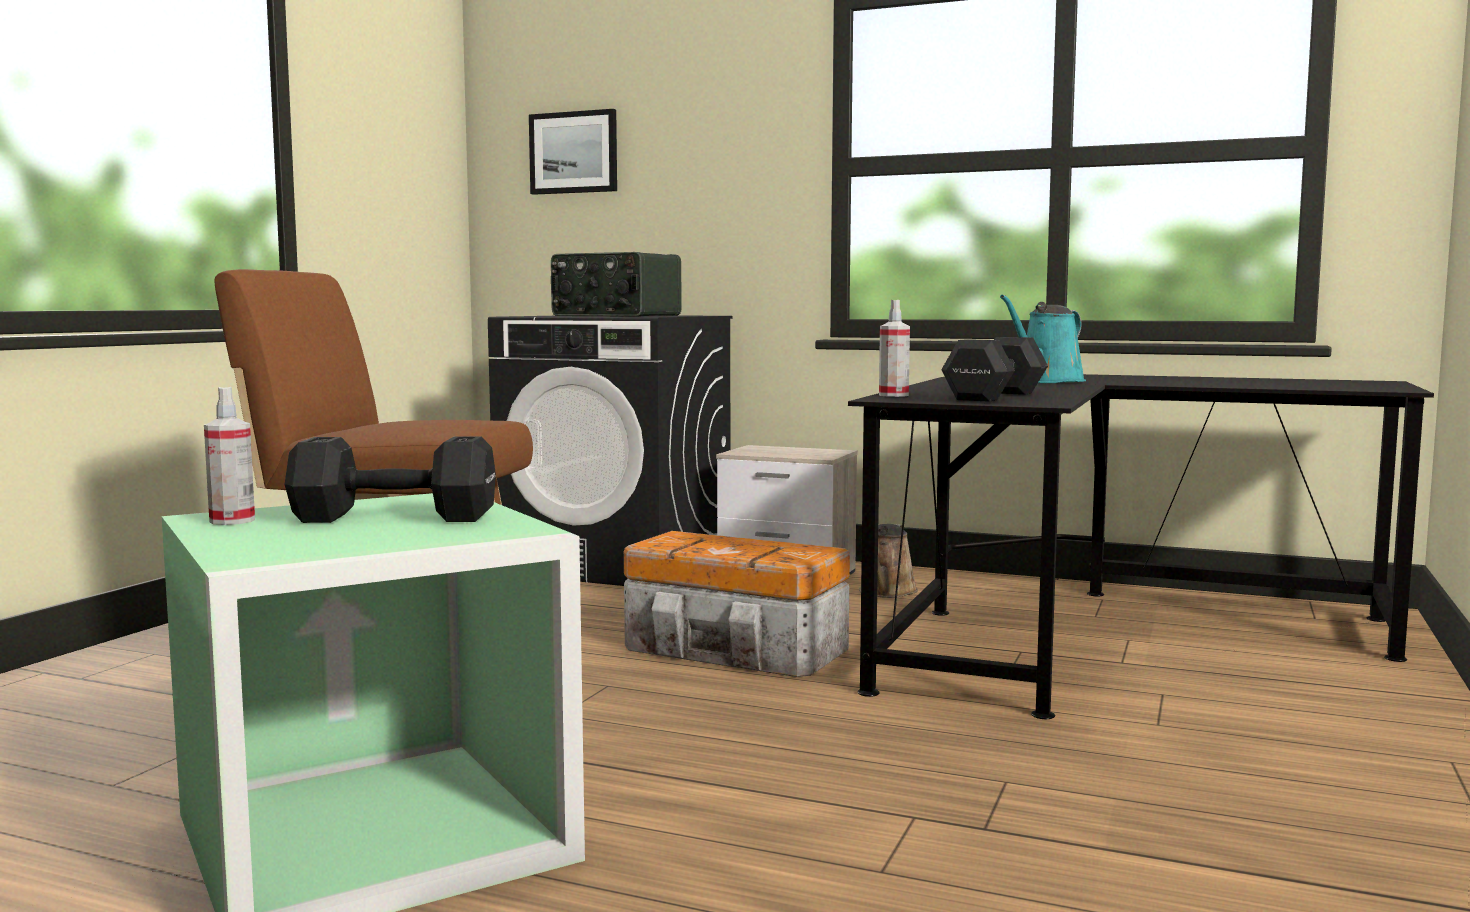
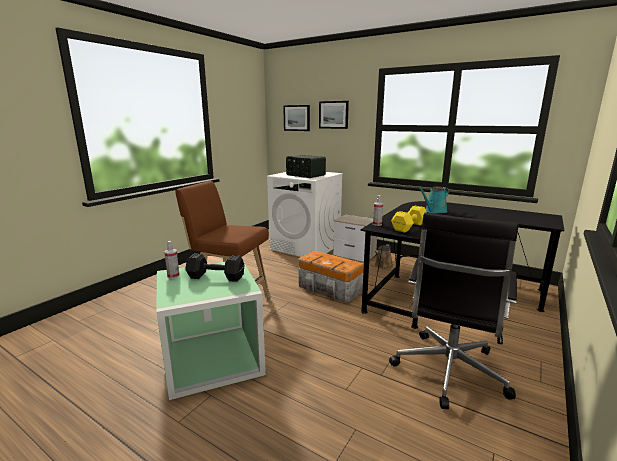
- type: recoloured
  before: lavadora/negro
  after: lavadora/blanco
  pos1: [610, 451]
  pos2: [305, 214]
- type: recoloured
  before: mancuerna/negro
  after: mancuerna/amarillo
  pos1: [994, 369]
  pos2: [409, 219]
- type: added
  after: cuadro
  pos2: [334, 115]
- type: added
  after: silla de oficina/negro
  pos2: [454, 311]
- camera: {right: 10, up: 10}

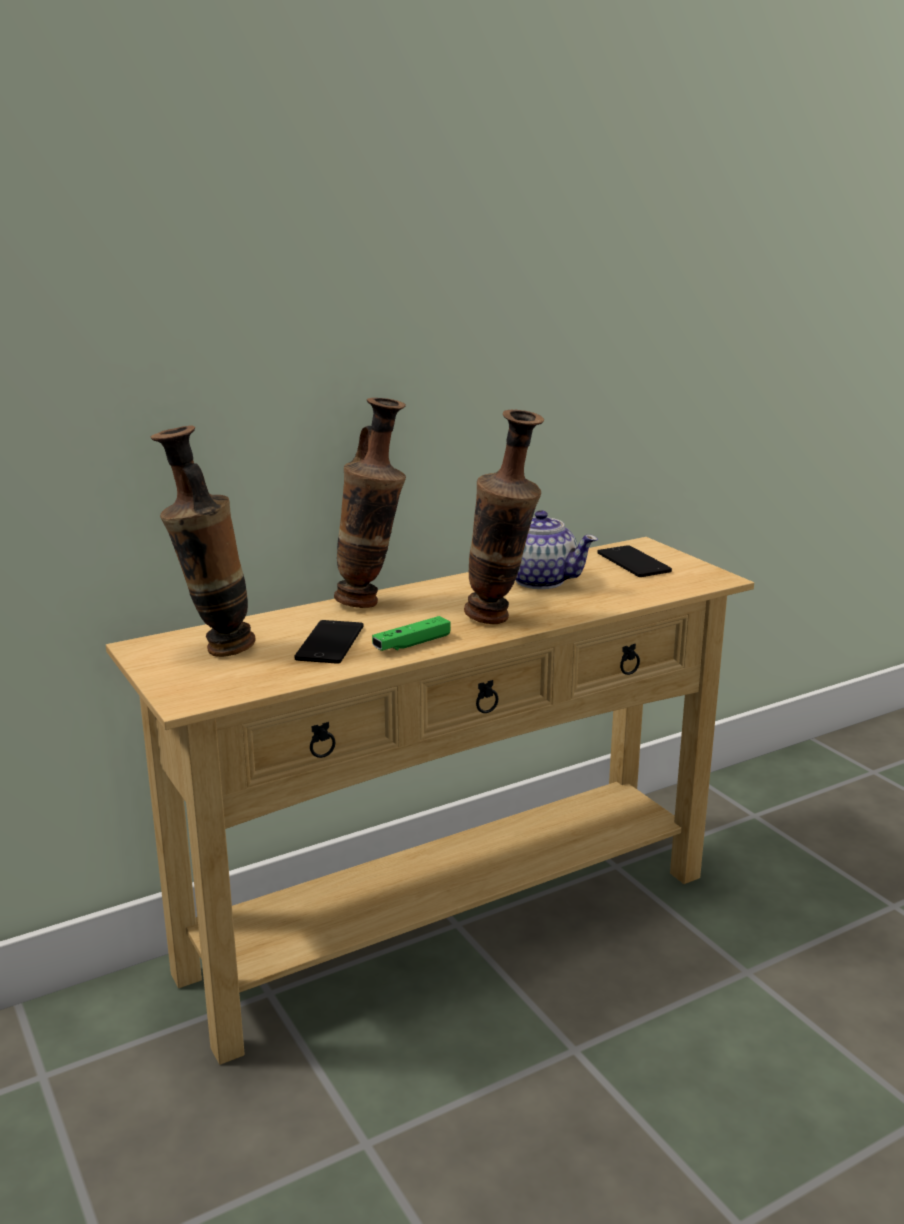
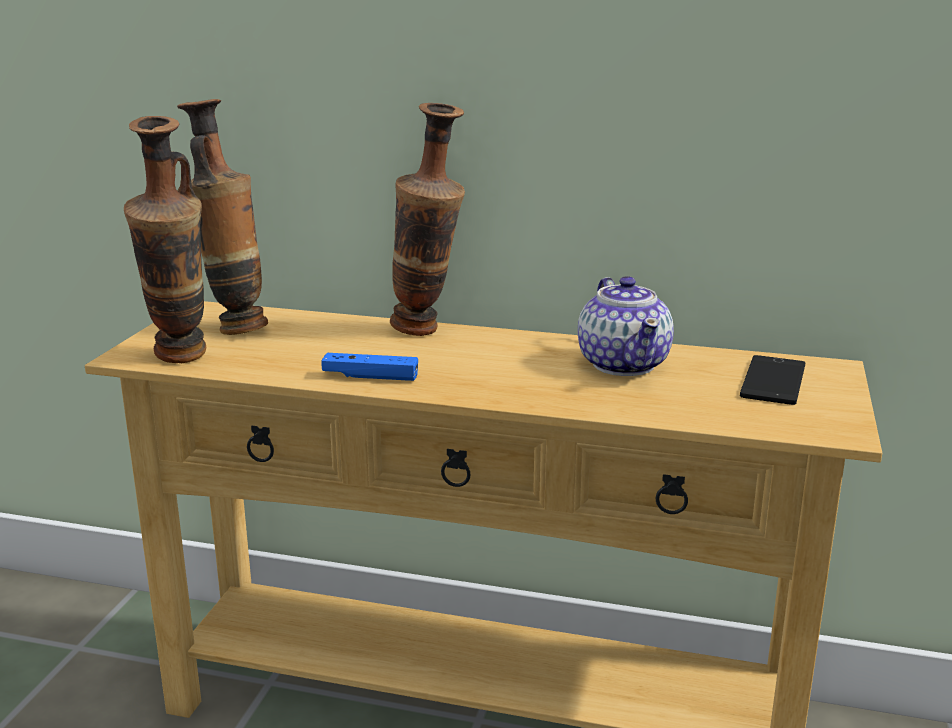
- type: removed
  before: móvil
  pos1: [329, 641]
- type: recoloured
  before: mando de consola/verde
  after: mando de consola/azul
  pos1: [411, 633]
  pos2: [369, 367]
- type: moved
  before: florero
  pos1: [504, 517]
  pos2: [165, 239]
- camera: {right: 45, up: 0}

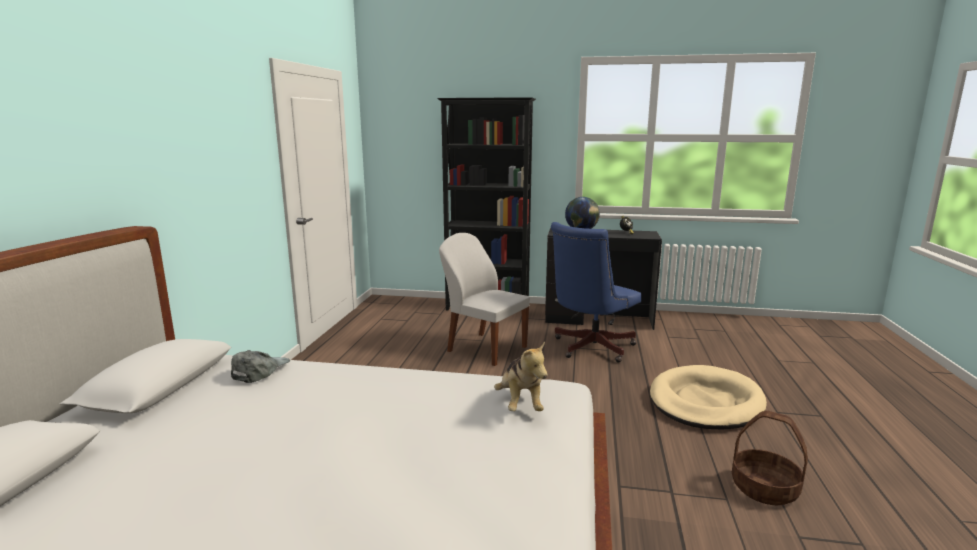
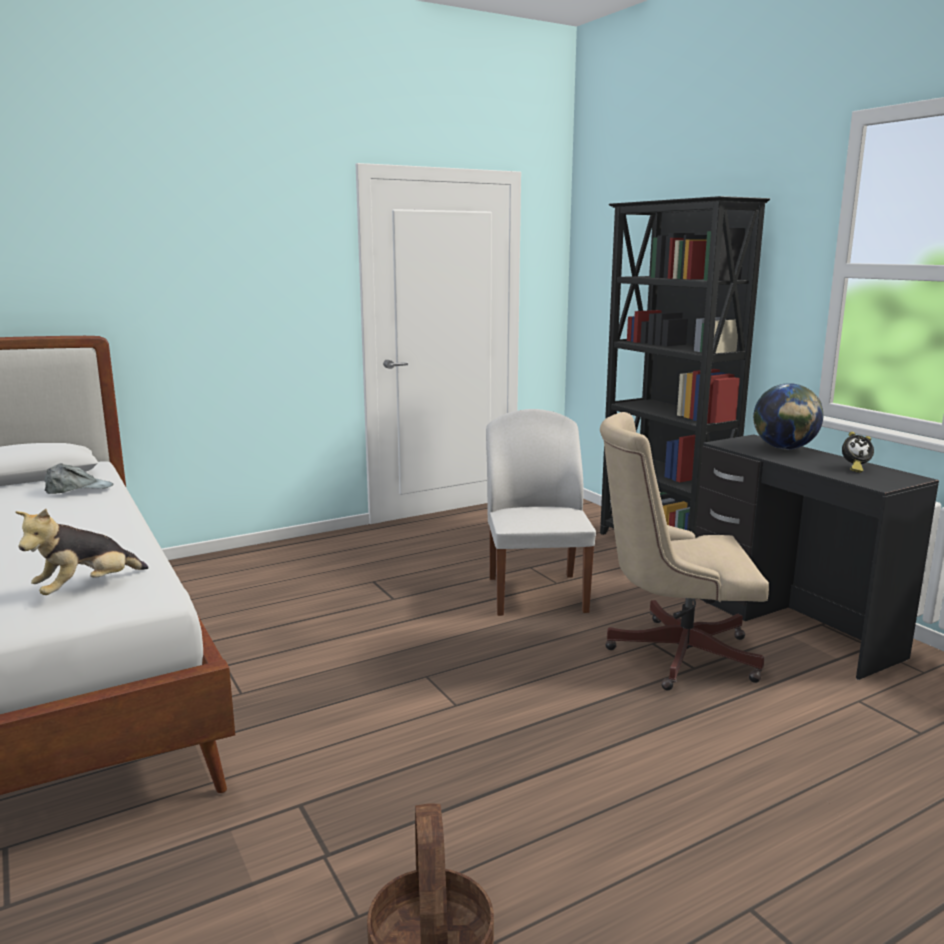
- type: recoloured
  before: silla de oficina/azul
  after: silla de oficina/beis
  pos1: [596, 292]
  pos2: [684, 551]
- type: removed
  before: cama para perro/beis
  pos1: [708, 397]
- camera: {right: 50, up: 0}

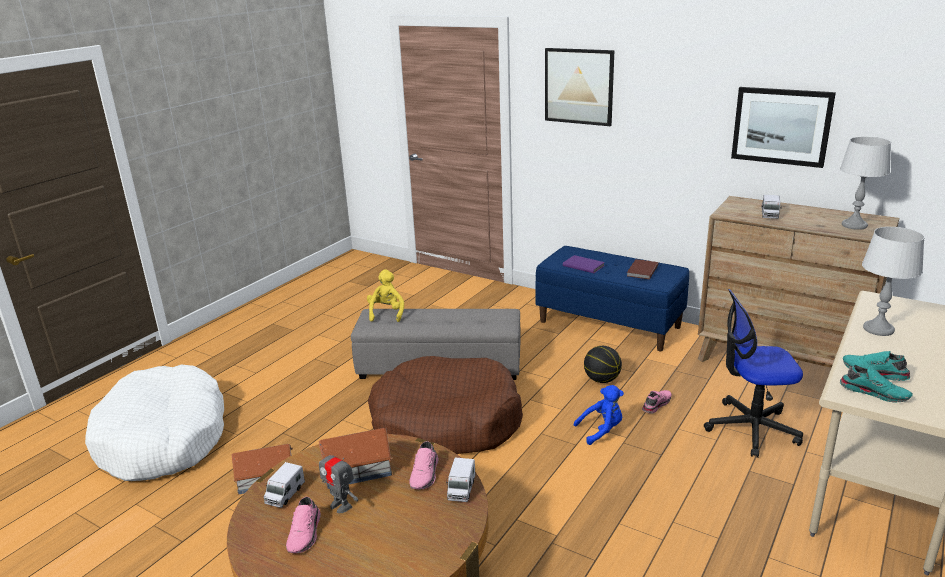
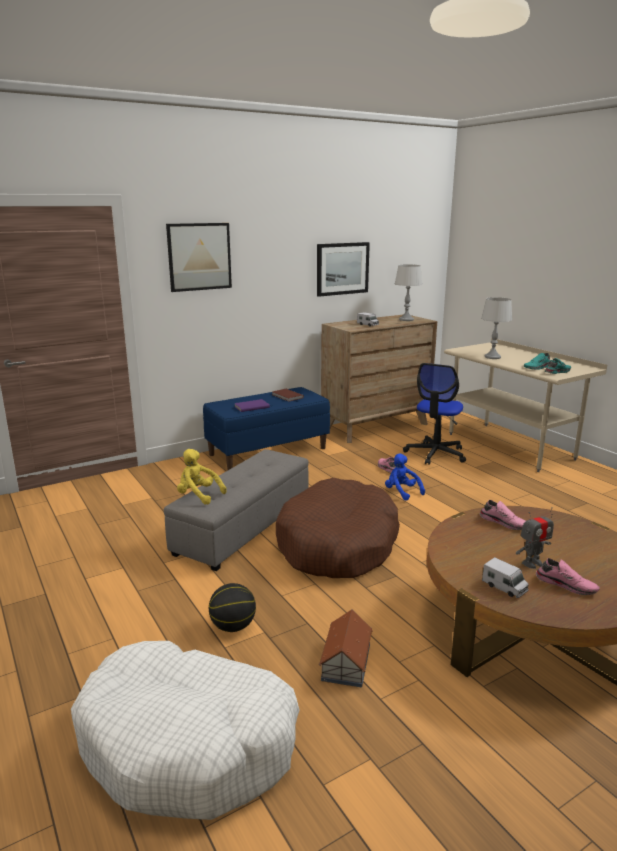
- type: removed
  before: casita
  pos1: [356, 458]
- type: removed
  before: camión de juguete
  pos1: [461, 480]
- type: turned
  before: peluche/azul
  pos1: [599, 415]
  pos2: [405, 477]
  turn: -45
- type: moved
  before: balón de baloncesto
  pos1: [603, 364]
  pos2: [232, 607]
- camera: {right: -65, up: -5}

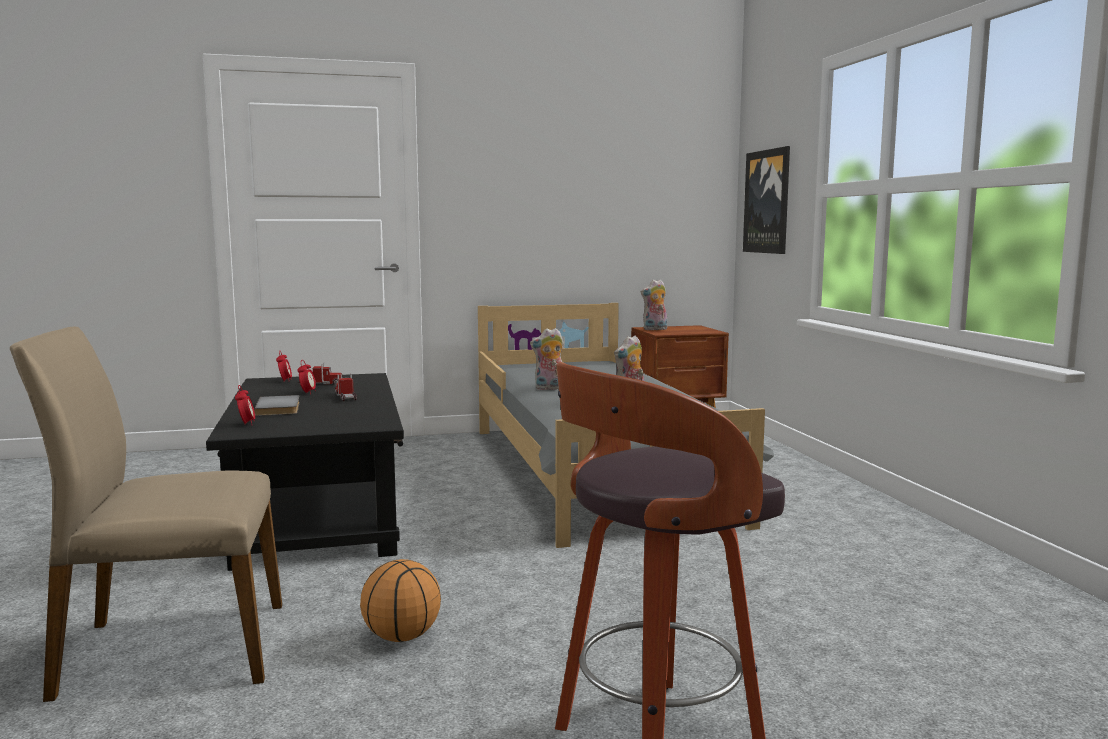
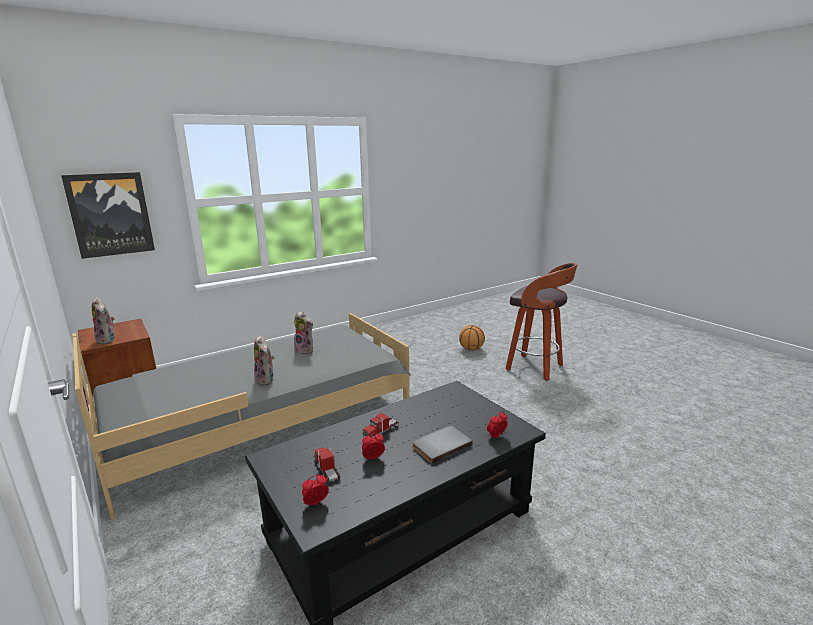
- type: removed
  before: silla/beis
  pos1: [146, 514]
- type: moved
  before: balón de baloncesto
  pos1: [400, 600]
  pos2: [472, 338]
- camera: {right: -110, up: 10}

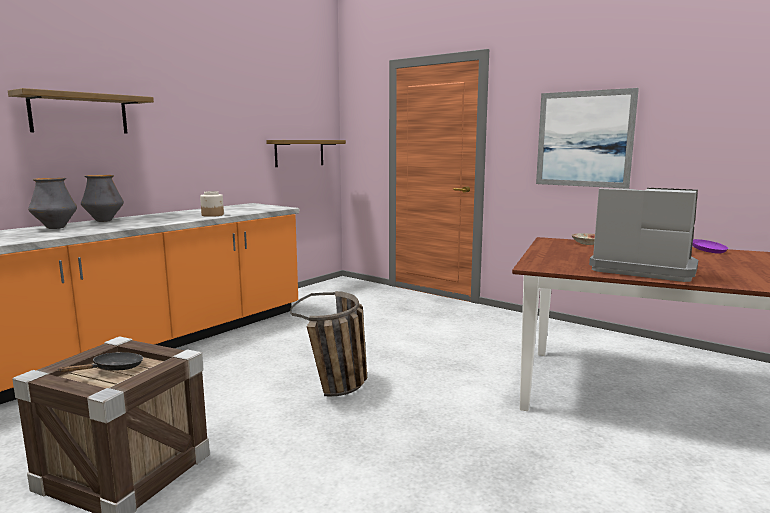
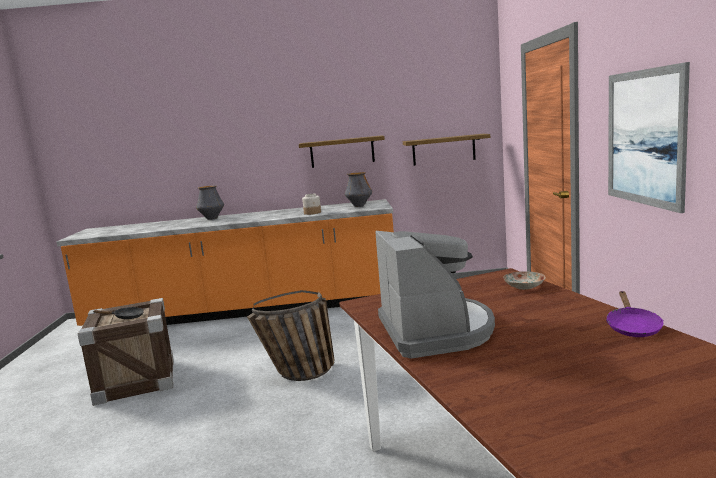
- type: moved
  before: estante
  pos1: [81, 111]
  pos2: [342, 151]
- type: moved
  before: florero
  pos1: [102, 198]
  pos2: [358, 189]
- camera: {right: 50, up: 0}

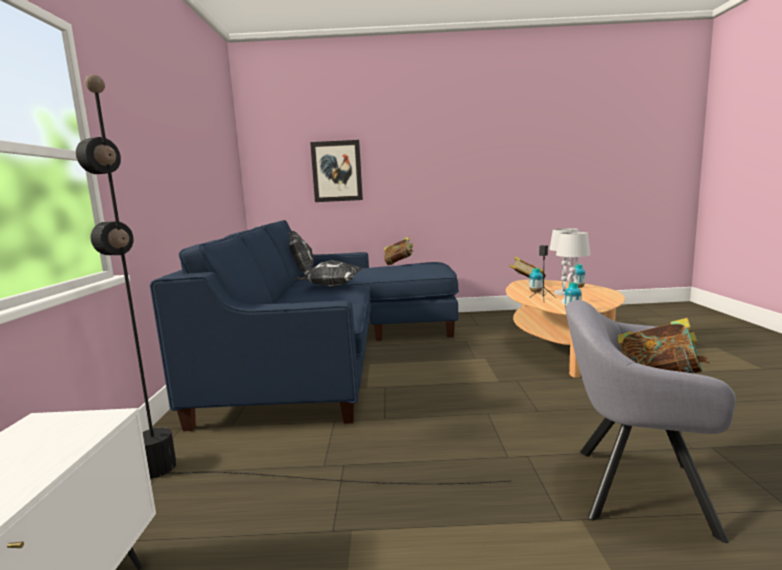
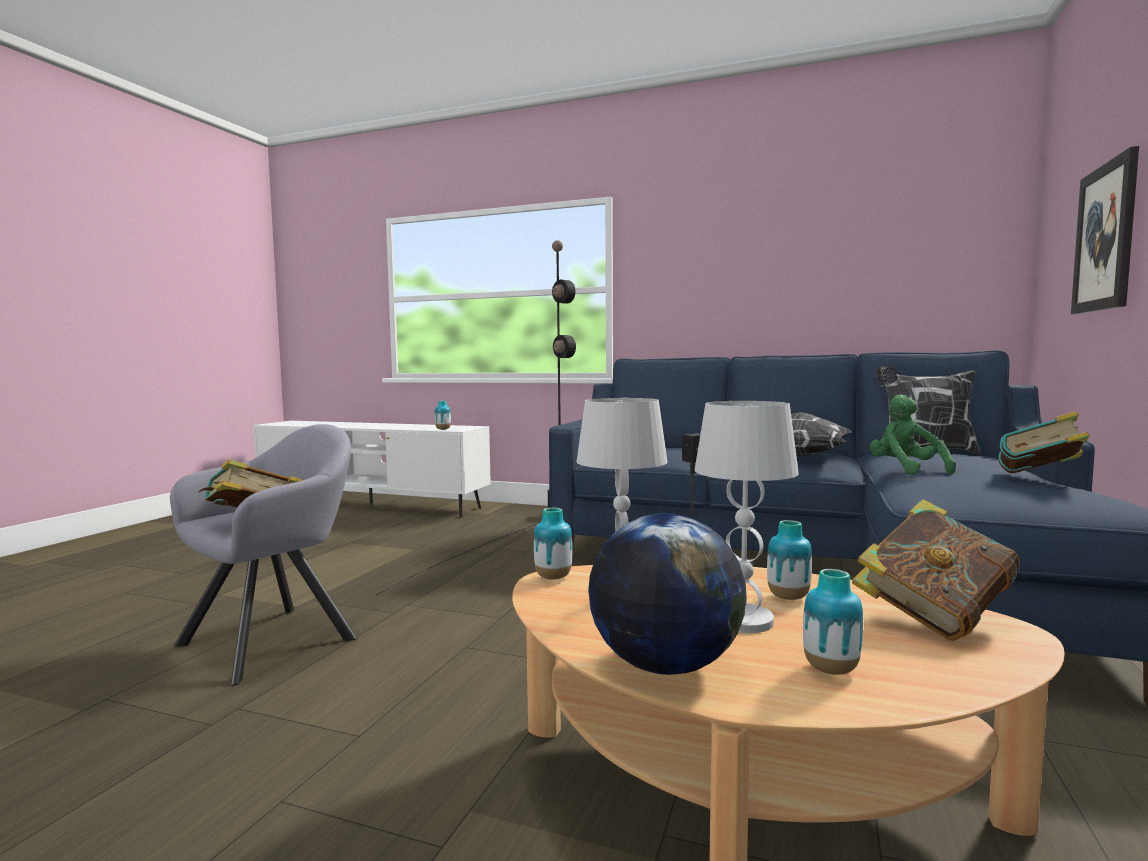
- type: added
  after: florero
  pos2: [443, 415]
- type: added
  after: globo terráqueo
  pos2: [667, 594]
- type: added
  after: peluche/verde
  pos2: [913, 434]
- camera: {right: 110, up: -5}

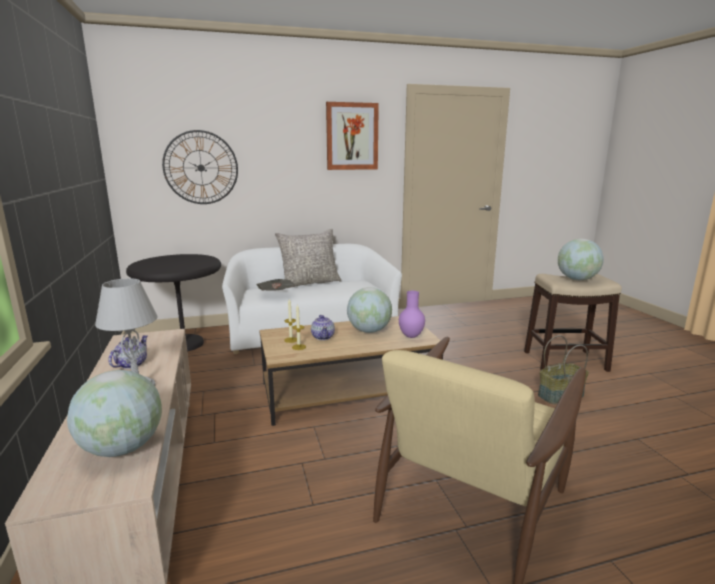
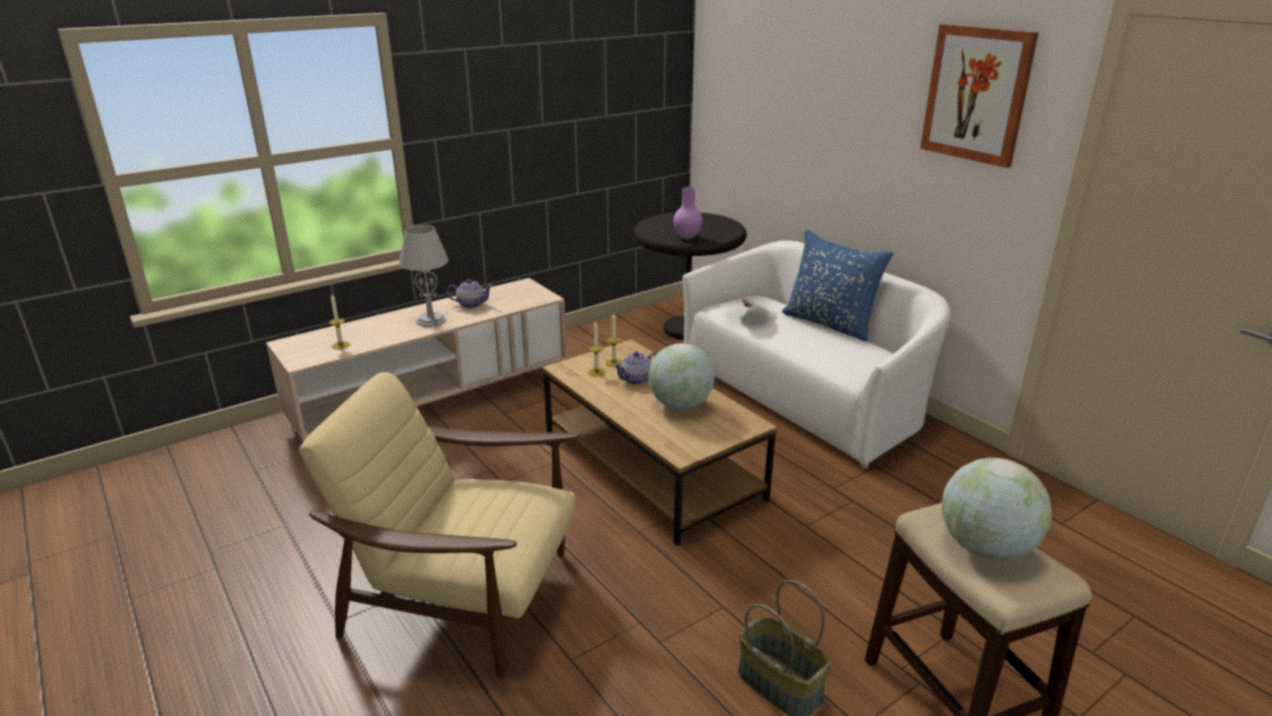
- type: replaced
  before: globo terráqueo
  after: vela
  pos1: [114, 413]
  pos2: [339, 322]
- type: removed
  before: reloj de pared
  pos1: [200, 167]
- type: recoloured
  before: cojín/gris
  after: cojín/azul
  pos1: [308, 258]
  pos2: [837, 285]
- type: moved
  before: florero/morado
  pos1: [412, 314]
  pos2: [688, 213]
- camera: {right: 70, up: 10}

